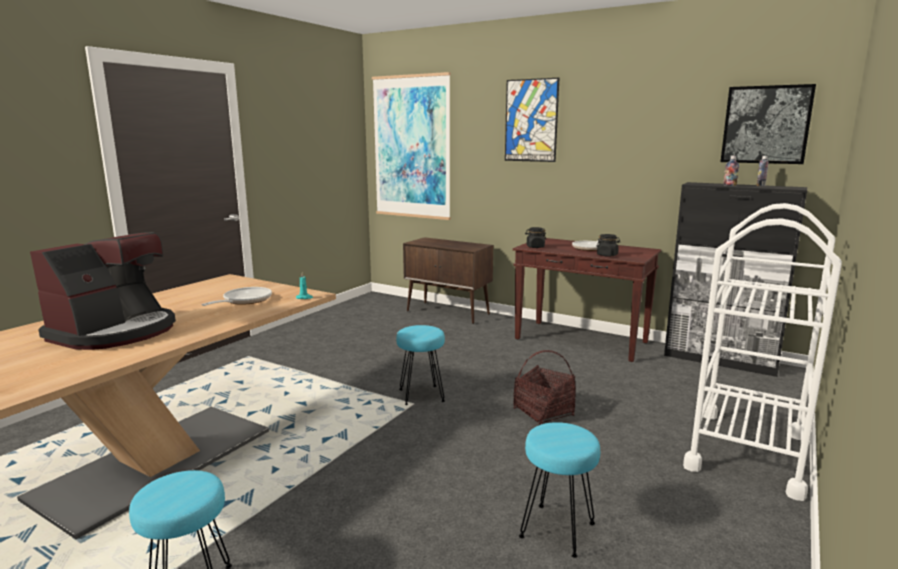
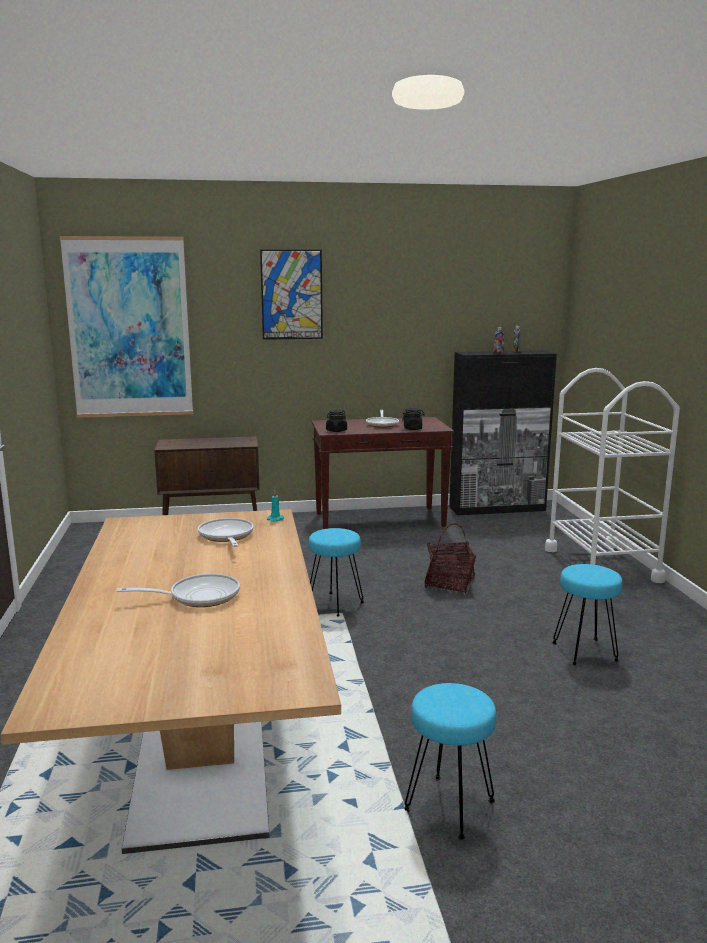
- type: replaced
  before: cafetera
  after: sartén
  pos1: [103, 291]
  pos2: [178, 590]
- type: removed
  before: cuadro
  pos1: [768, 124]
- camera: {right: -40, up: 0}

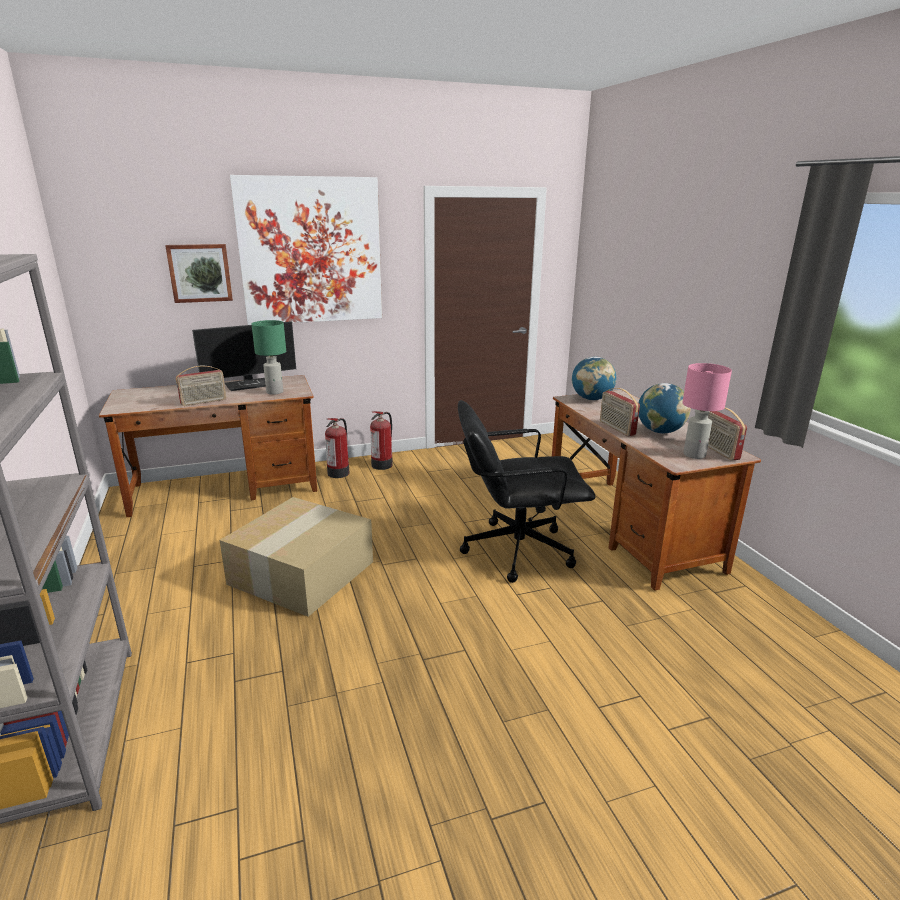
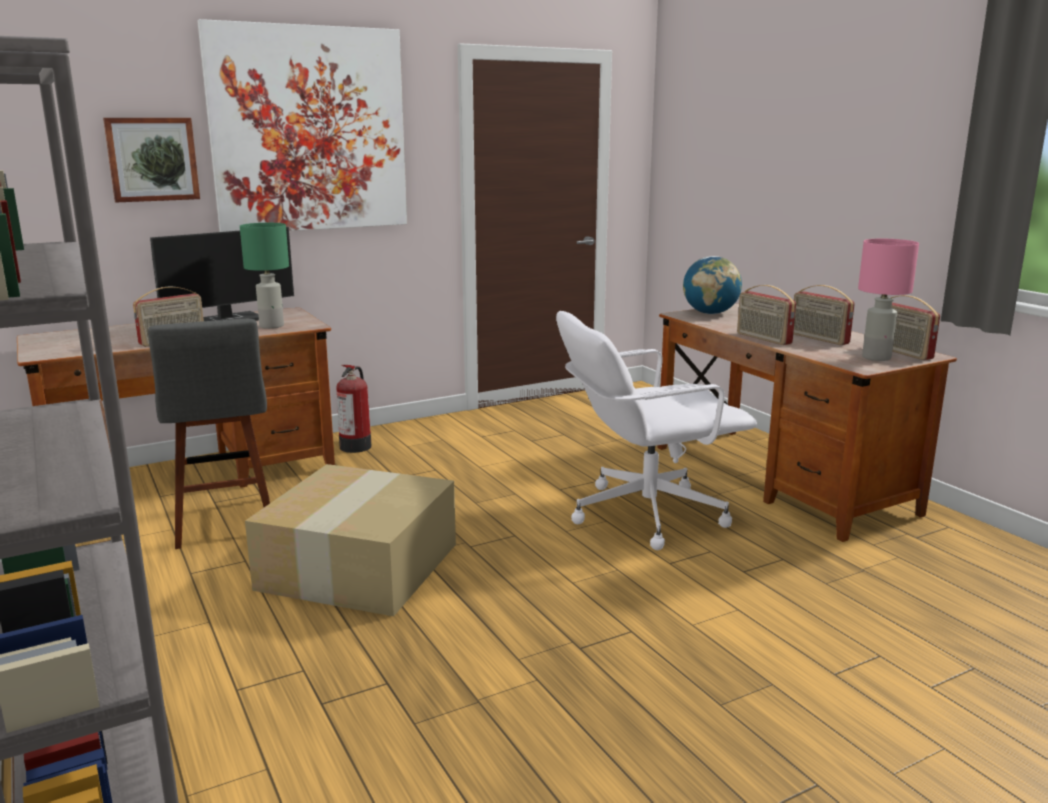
- type: removed
  before: extintor
  pos1: [381, 440]
- type: recoloured
  before: silla de oficina/negro
  after: silla de oficina/blanco
  pos1: [526, 491]
  pos2: [656, 430]
- type: replaced
  before: globo terráqueo
  after: radio
  pos1: [664, 408]
  pos2: [824, 315]
- type: added
  after: taburete/gris
  pos2: [209, 434]
- camera: {right: -10, up: -5}

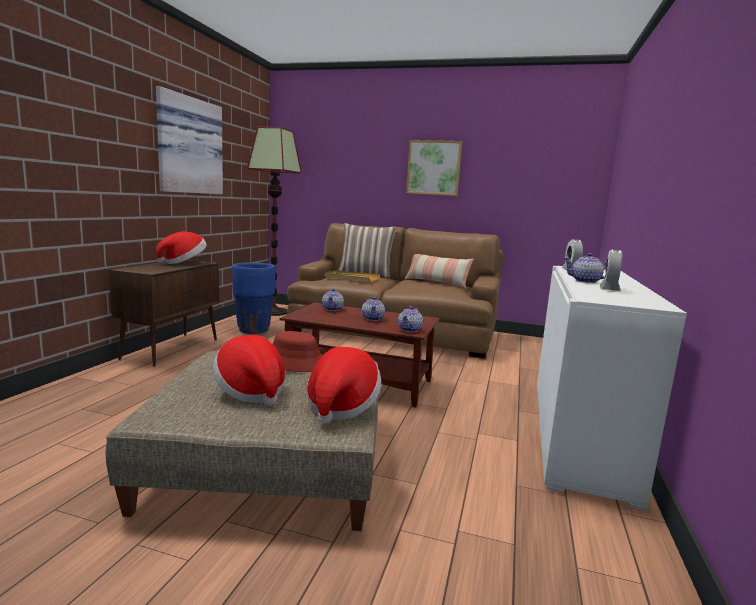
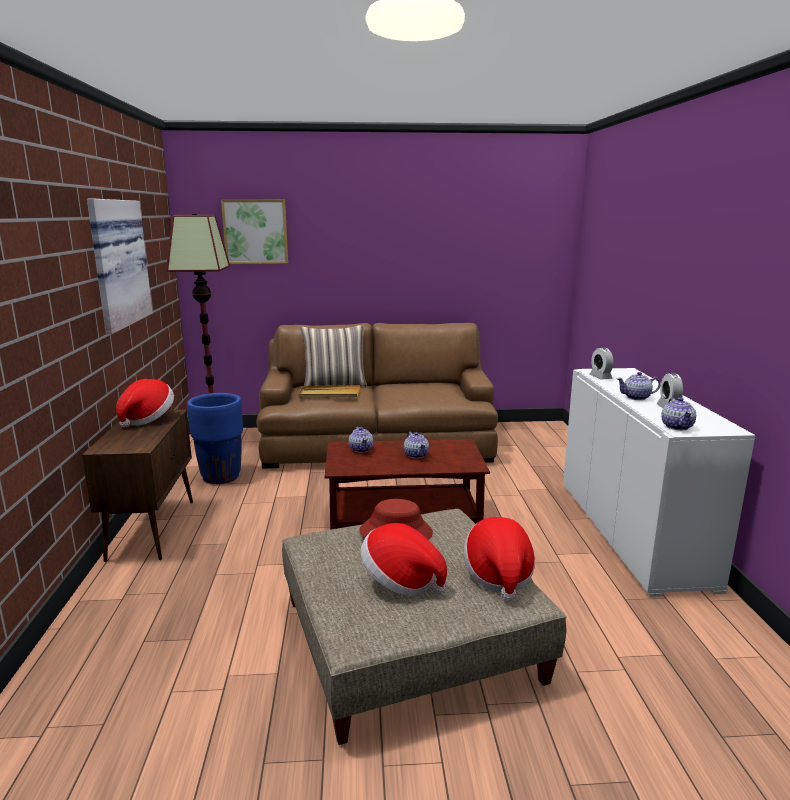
- type: moved
  before: tetera
  pos1: [410, 319]
  pos2: [678, 413]
- type: removed
  before: cojín
  pos1: [439, 271]
- type: moved
  before: cuadro
  pos1: [434, 168]
  pos2: [254, 231]
- camera: {right: -20, up: 5}

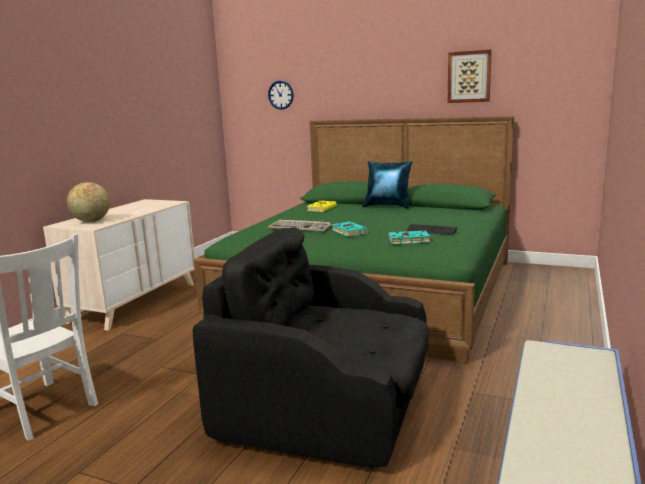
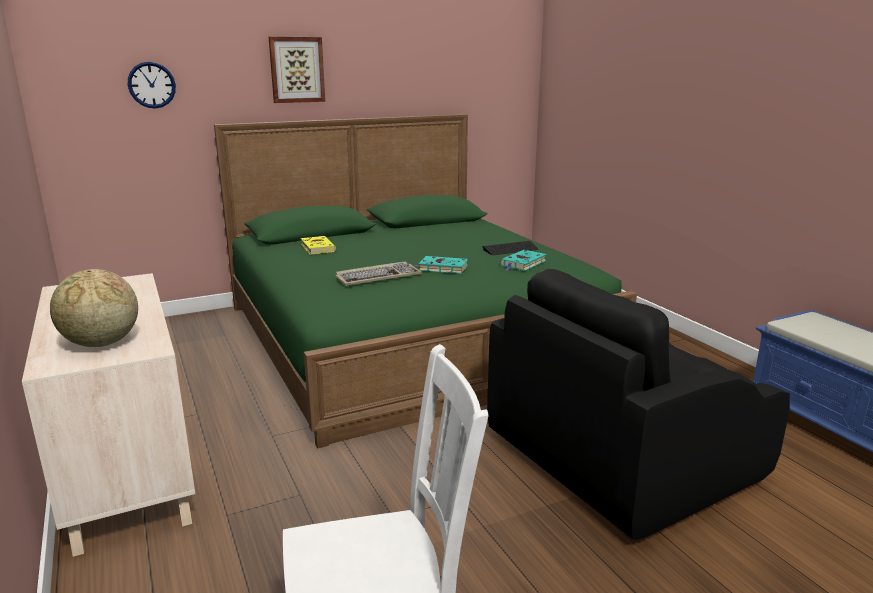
- type: removed
  before: cojín/azul
  pos1: [387, 185]
- type: moved
  before: cuadro
  pos1: [470, 76]
  pos2: [297, 70]
- camera: {right: -50, up: 5}

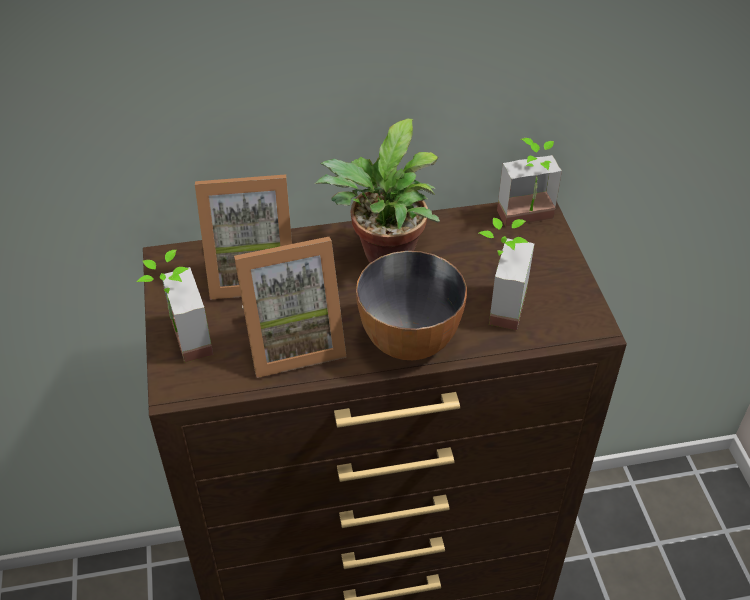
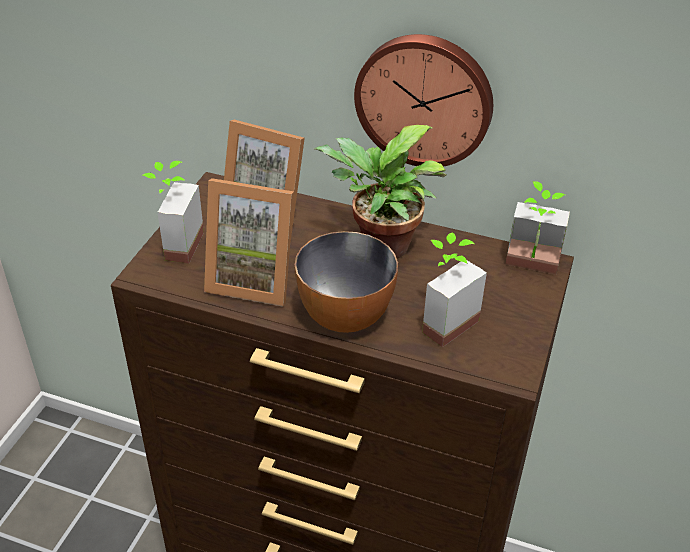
- type: added
  after: reloj de pared
  pos2: [423, 100]
- camera: {right: 30, up: -5}

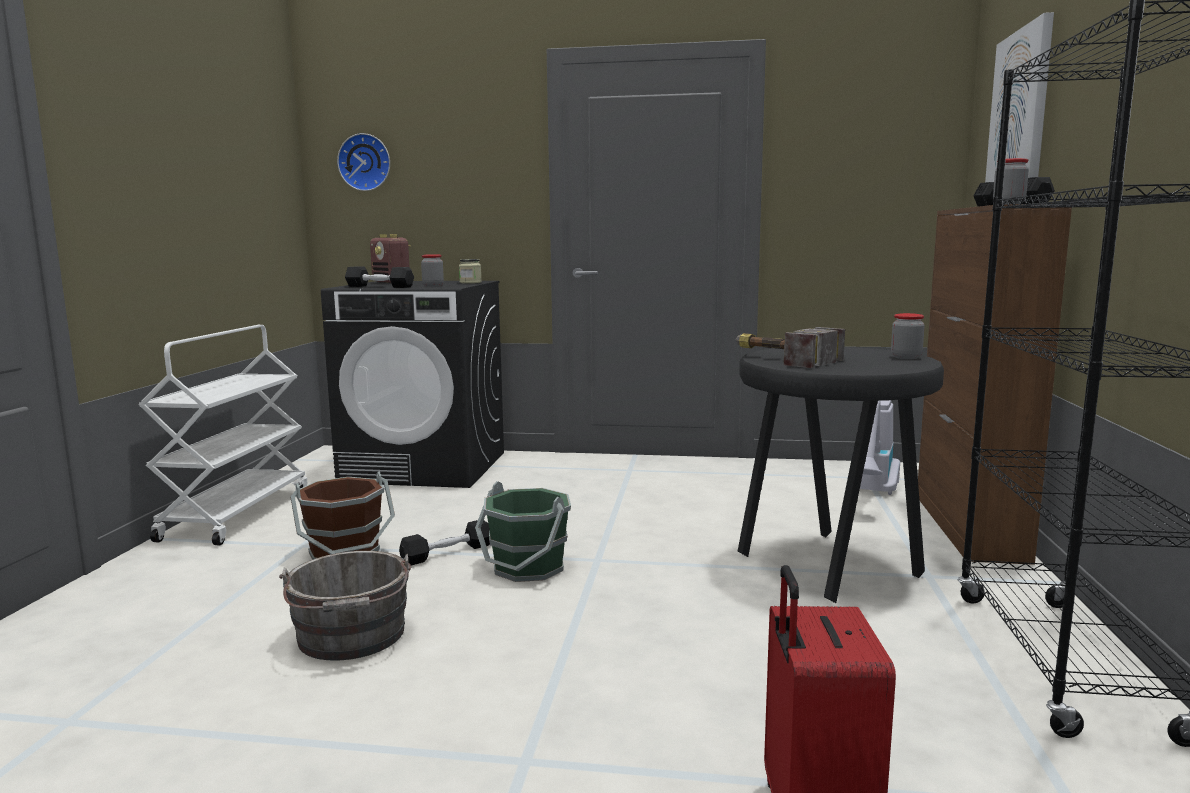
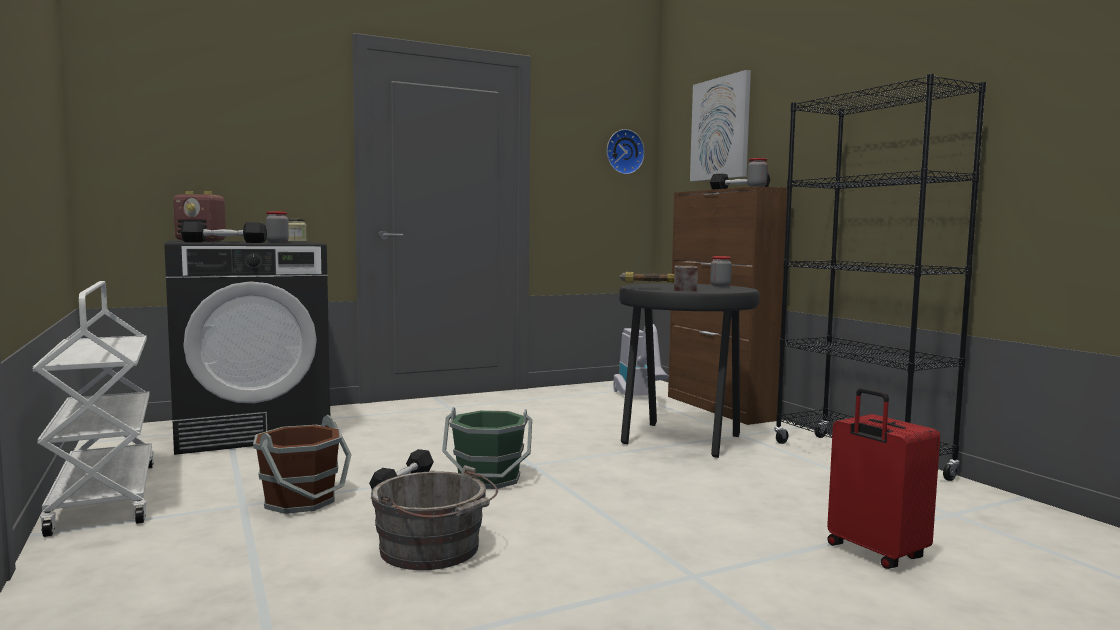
- type: moved
  before: reloj de pared
  pos1: [363, 162]
  pos2: [626, 151]
- camera: {right: -35, up: -5}

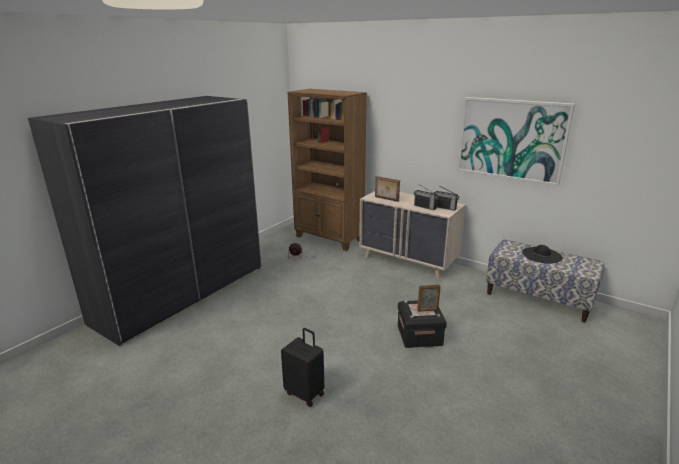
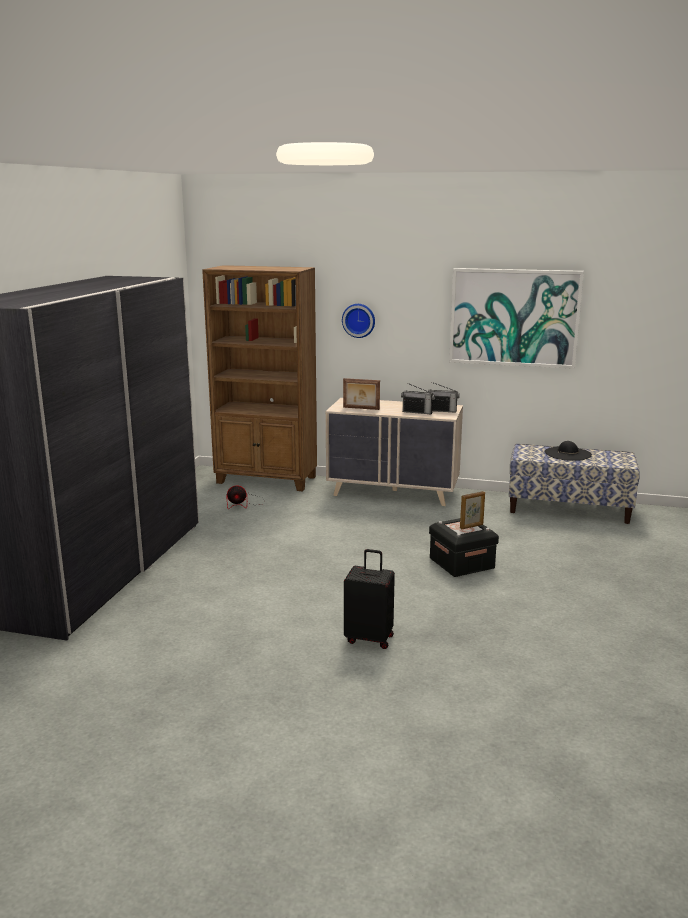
- type: added
  after: reloj de pared
  pos2: [358, 321]
- camera: {right: -20, up: -5}

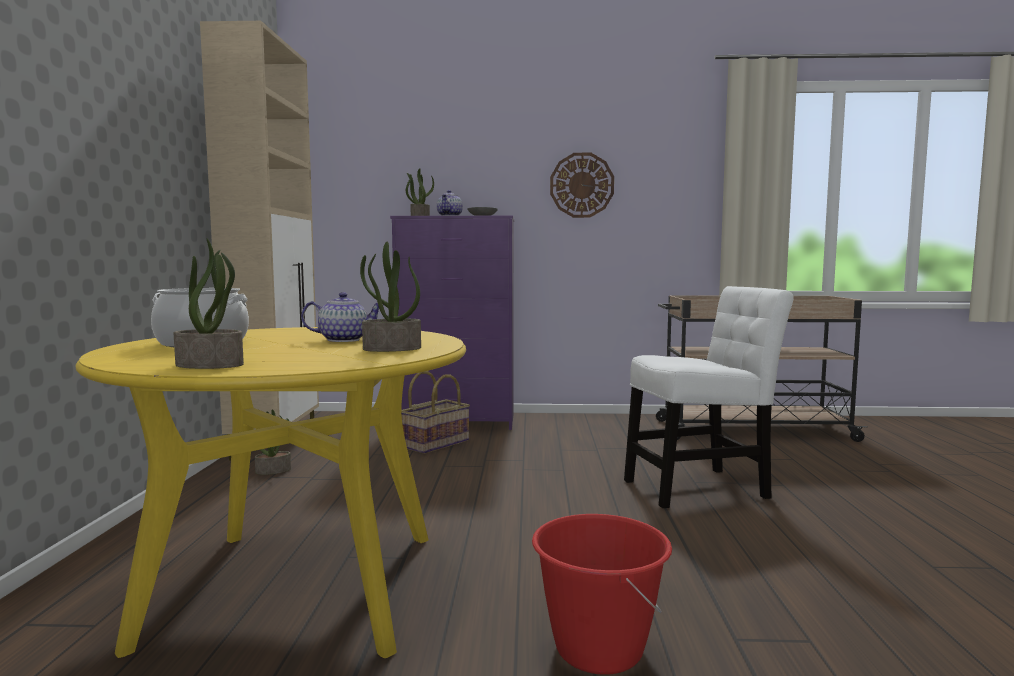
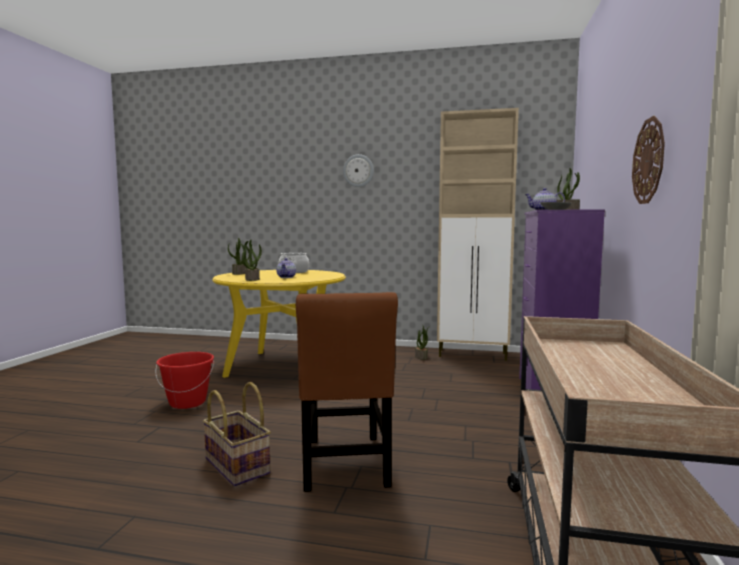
- type: moved
  before: cesta
  pos1: [435, 412]
  pos2: [237, 434]
- type: recoloured
  before: silla/blanco
  after: silla/marrón
  pos1: [709, 397]
  pos2: [347, 392]
- type: added
  after: reloj de pared
  pos2: [358, 170]
- camera: {right: 100, up: 0}

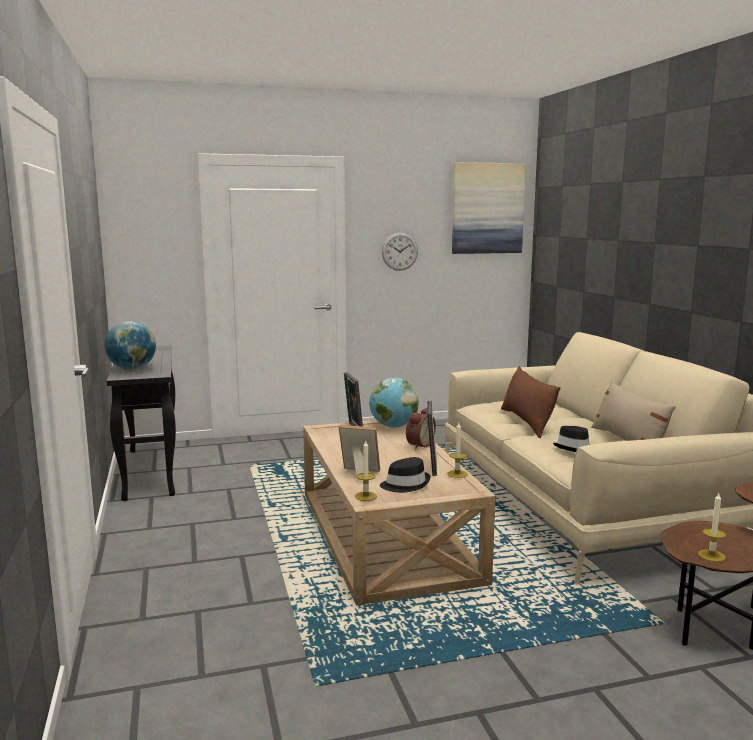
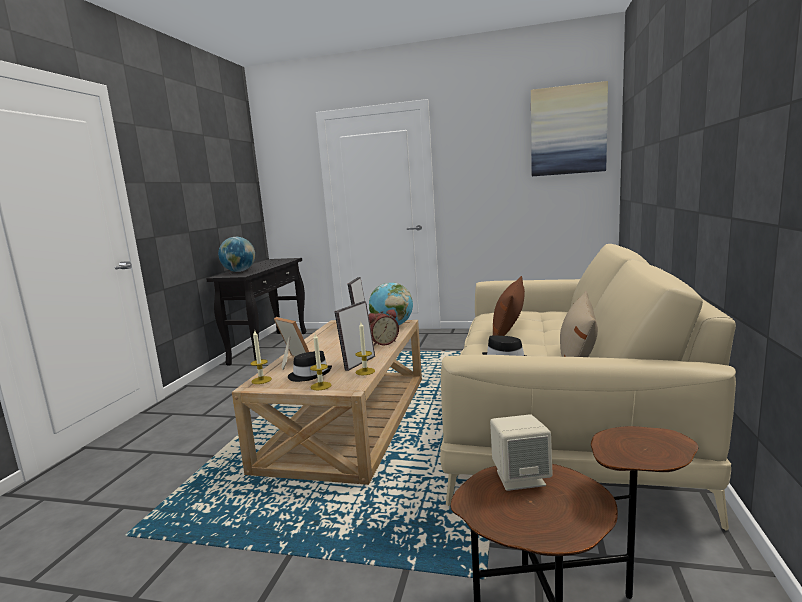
- type: removed
  before: reloj de pared
  pos1: [400, 251]
- type: moved
  before: vela
  pos1: [712, 527]
  pos2: [320, 362]
- type: added
  after: altavoz/beis
  pos2: [521, 452]
- camera: {right: 30, up: 0}

